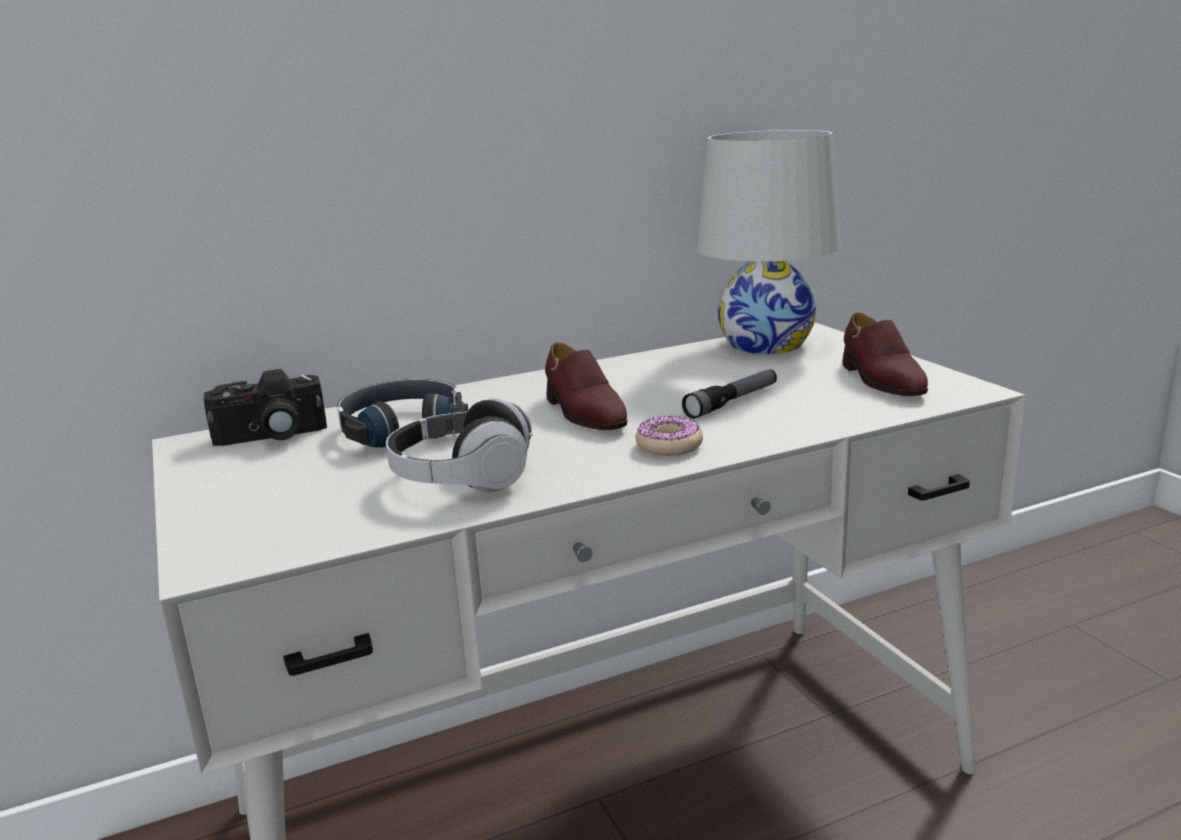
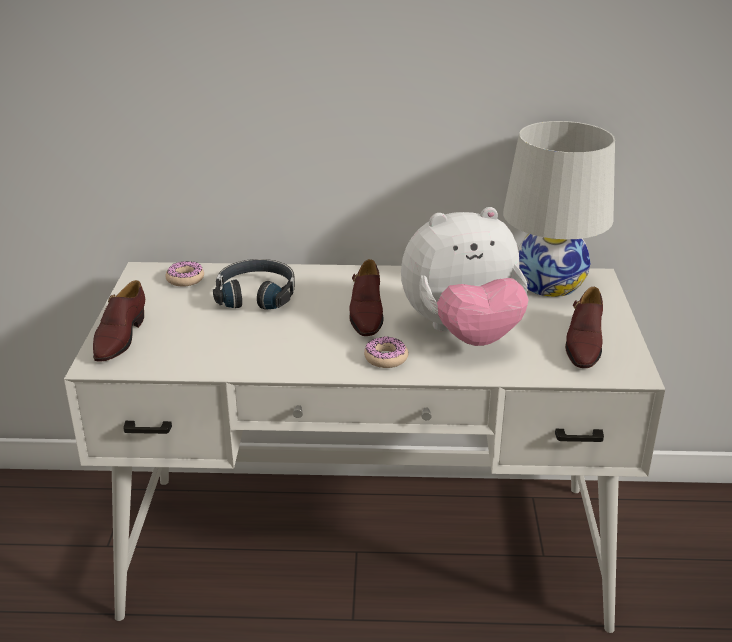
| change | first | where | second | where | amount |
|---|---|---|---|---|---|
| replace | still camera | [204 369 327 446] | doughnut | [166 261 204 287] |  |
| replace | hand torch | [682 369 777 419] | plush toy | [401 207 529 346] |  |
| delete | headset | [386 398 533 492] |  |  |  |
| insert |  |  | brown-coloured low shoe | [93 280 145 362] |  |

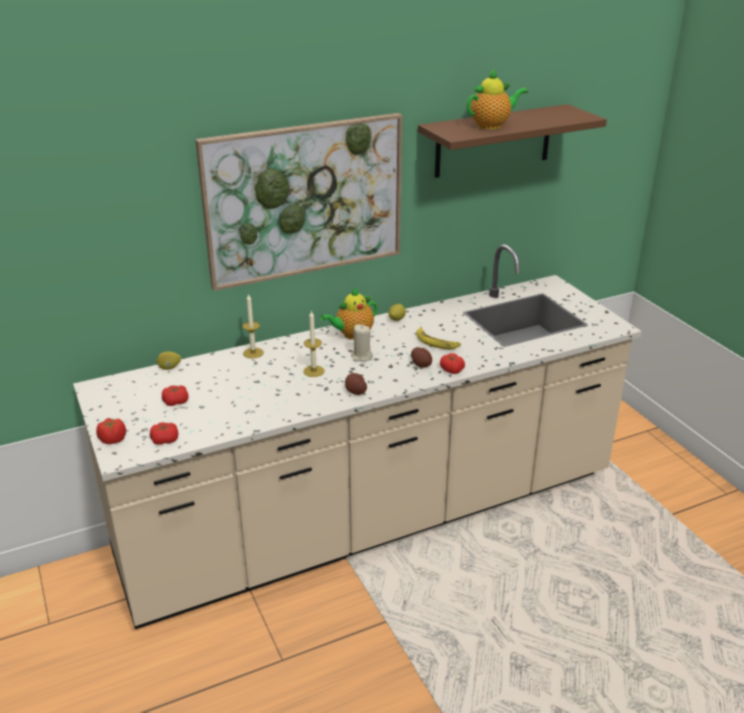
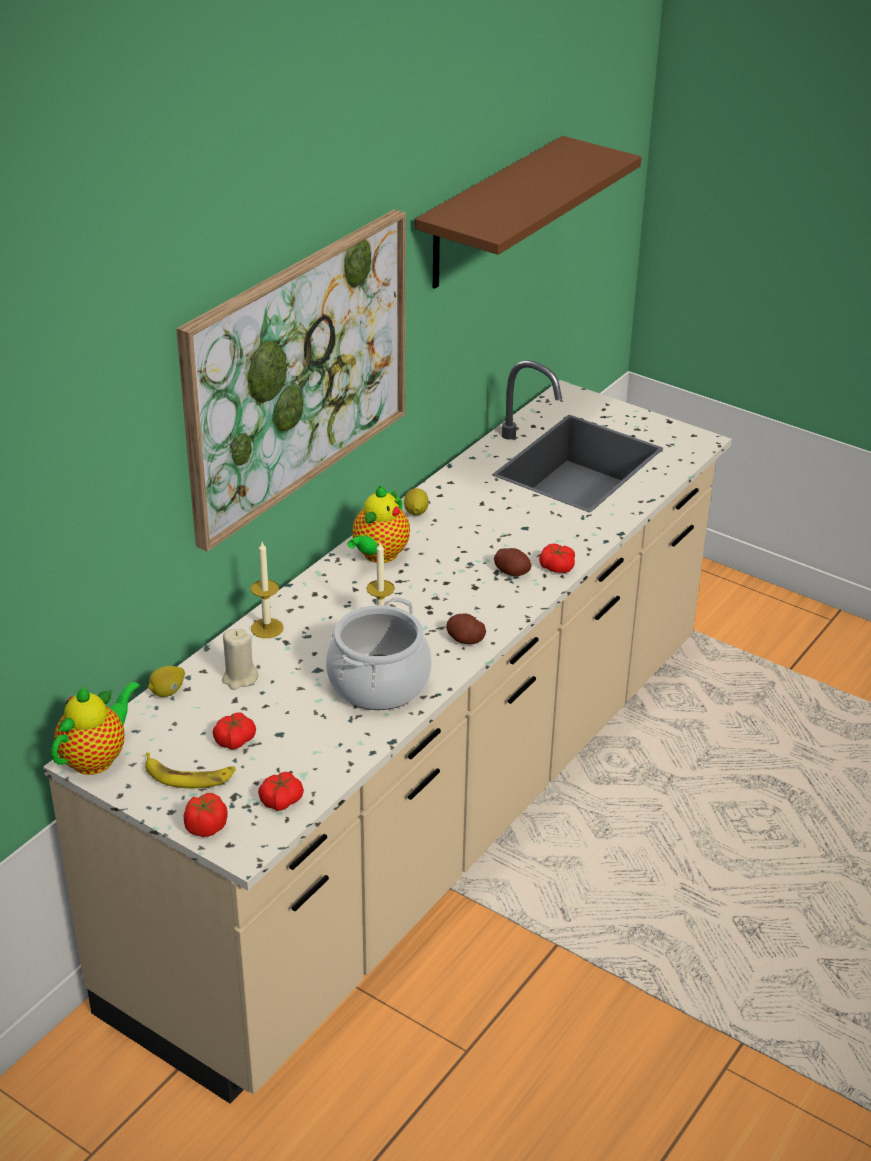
| change | first | where | second | where | amount |
|---|---|---|---|---|---|
| move | tea pot | [467 69 528 130] |  | [51 681 140 775] |  |
| move | beige wax candle | [351 325 373 362] |  | [222 629 258 690] |  |
| move | whole banana | [416 327 461 349] |  | [145 752 236 788] |  |
| insert |  |  | saucepot | [326 597 432 710] |  |

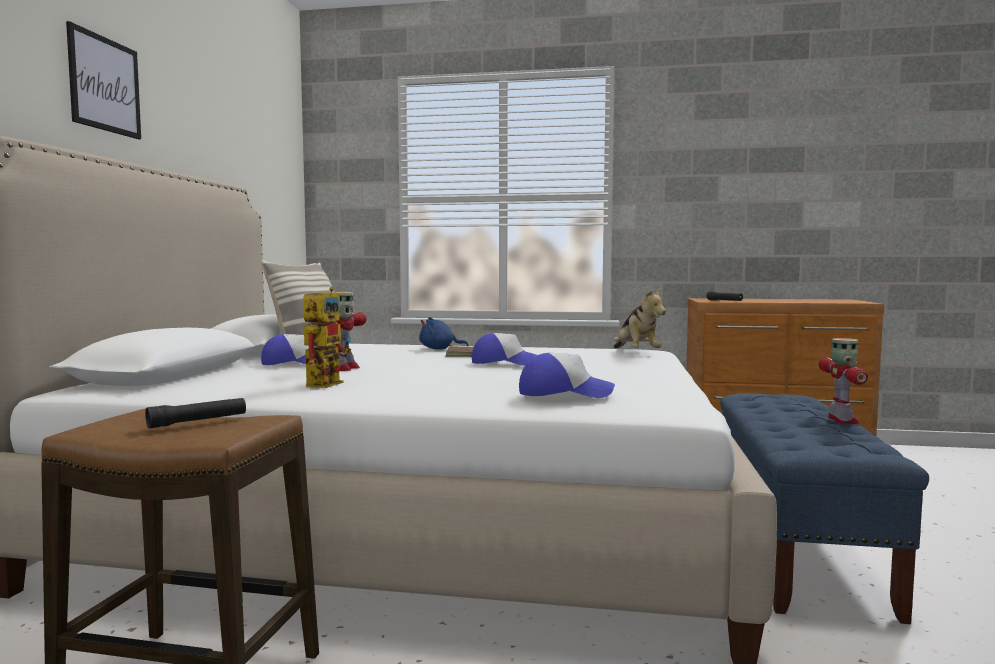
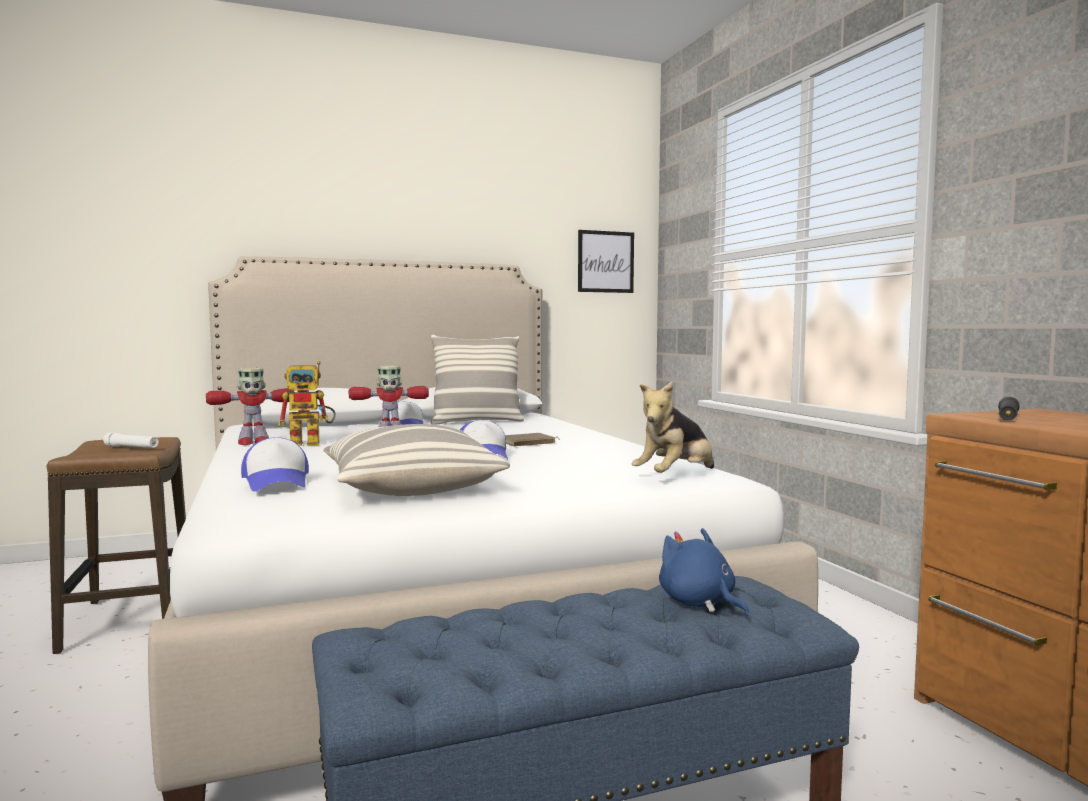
| change | first | where | second | where | amount |
|---|---|---|---|---|---|
| move | wall art | [66 21 141 139] |  | [578 230 634 293] |  |
| move | blue plush toy | [419 317 469 350] |  | [659 528 749 617] |  |
| move | model robot | [819 338 868 424] |  | [206 368 294 445] |  |
| recolor | blackish hand torch | [145 398 246 428] | white hand torch | [103 432 159 448] |  |
| insert |  |  | cushion | [323 424 510 496] |  |

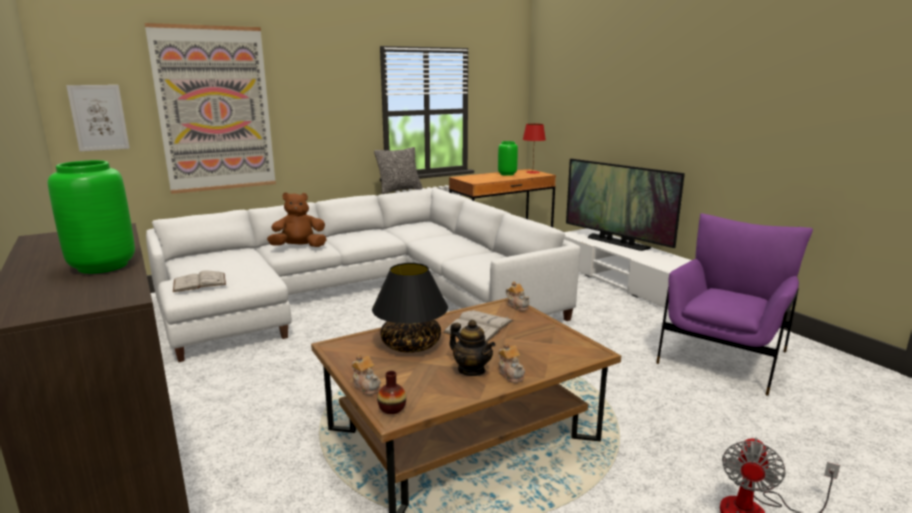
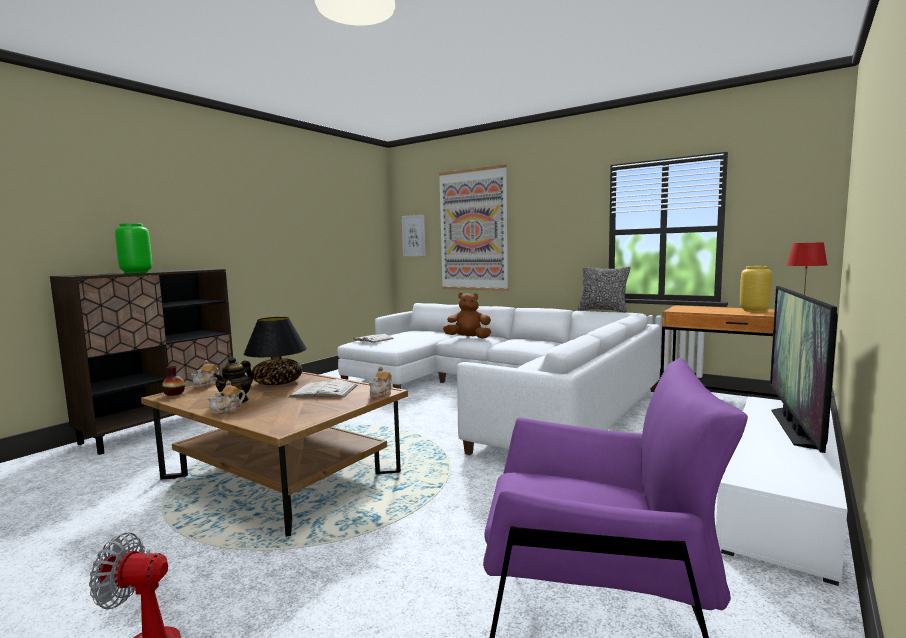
| change | first | where | second | where | amount |
|---|---|---|---|---|---|
| recolor | green decorative vase | [498 141 518 176] | yellow decorative vase | [740 266 772 312] |  |
| rotate | brown-coloured plush toy | [267 192 327 247] |  | [443 292 491 339] | 45 degrees counterclockwise |

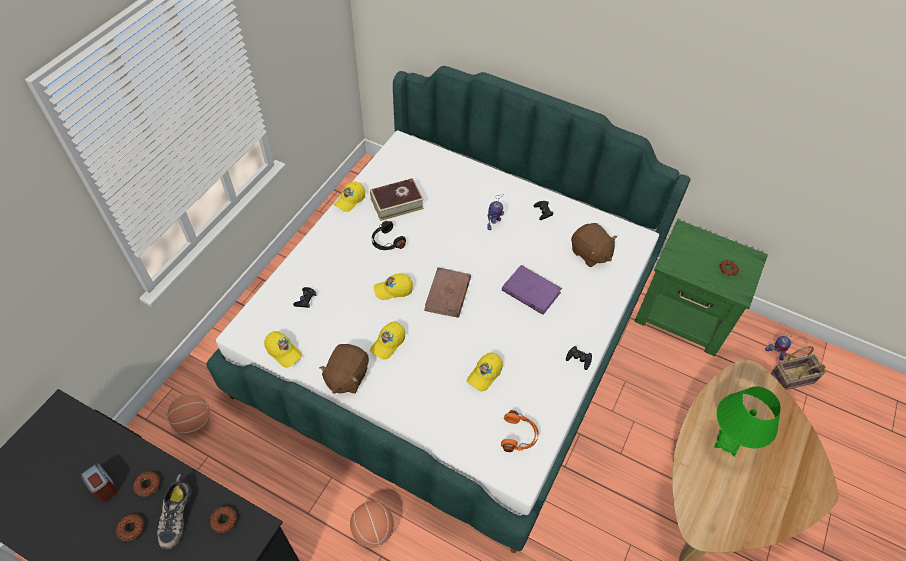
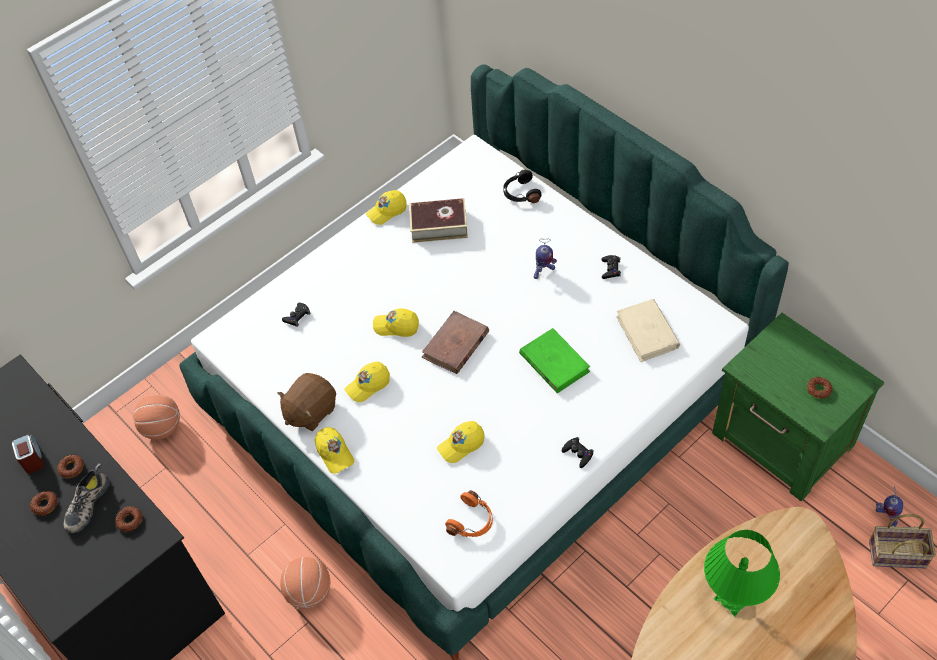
| change | first | where | second | where | amount |
|---|---|---|---|---|---|
| move | blackish headset | [372 221 406 250] |  | [503 169 541 203] |  |
| replace | brown-coloured plush toy | [571 223 617 267] | beige bound book | [616 299 680 362] |  |
| recolor | purple bound book | [502 265 562 315] | green bound book | [519 328 590 393] |  |
| move | yellow peaked cap | [264 331 302 368] |  | [315 427 354 474] |  |

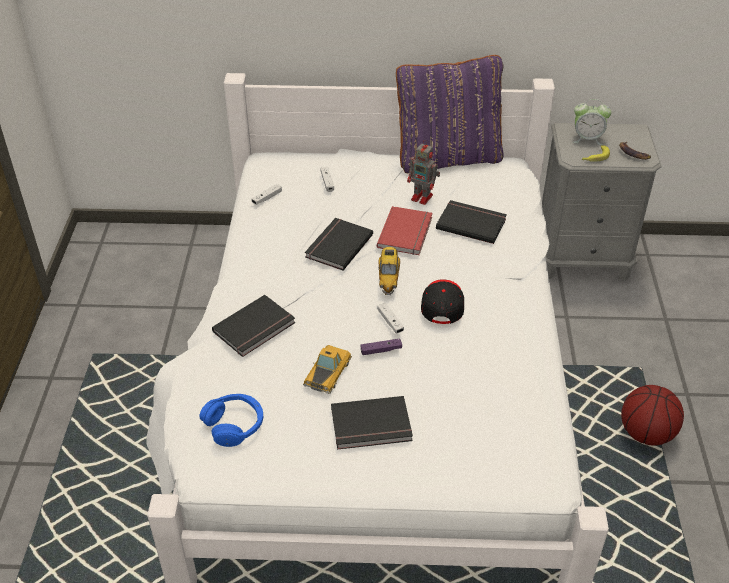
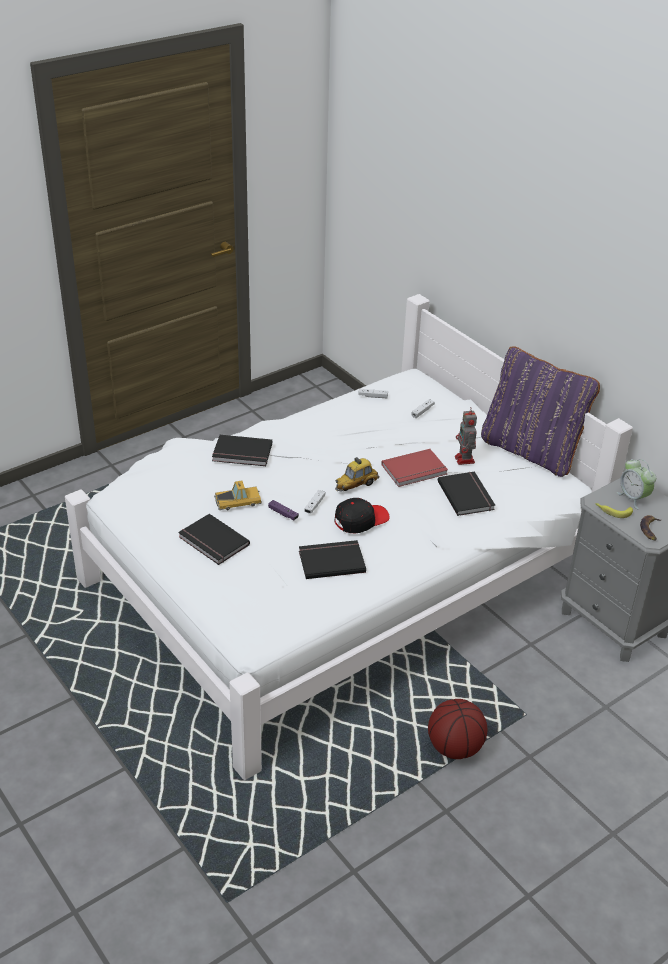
| change | first | where | second | where | amount |
|---|---|---|---|---|---|
| move | blackish bound book | [305 218 373 271] |  | [299 540 366 579] |  |
| delete | blue headset | [199 394 263 447] |  |  |  |

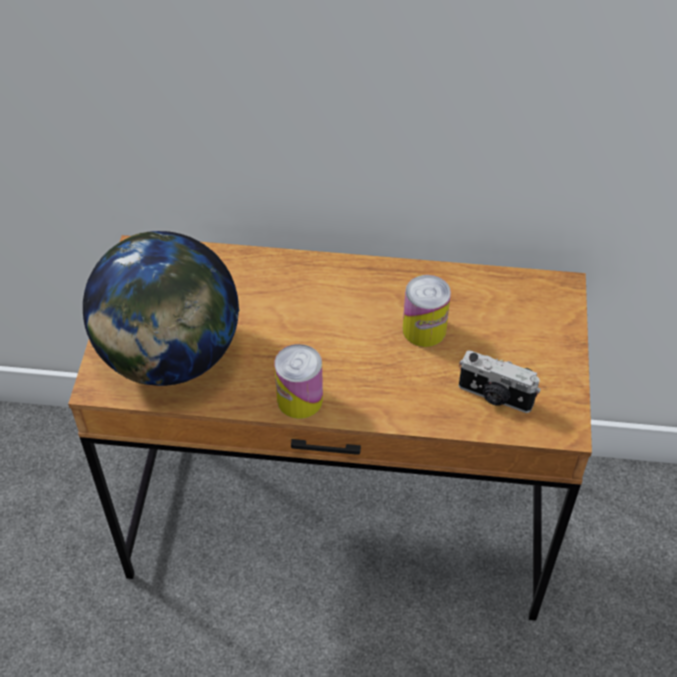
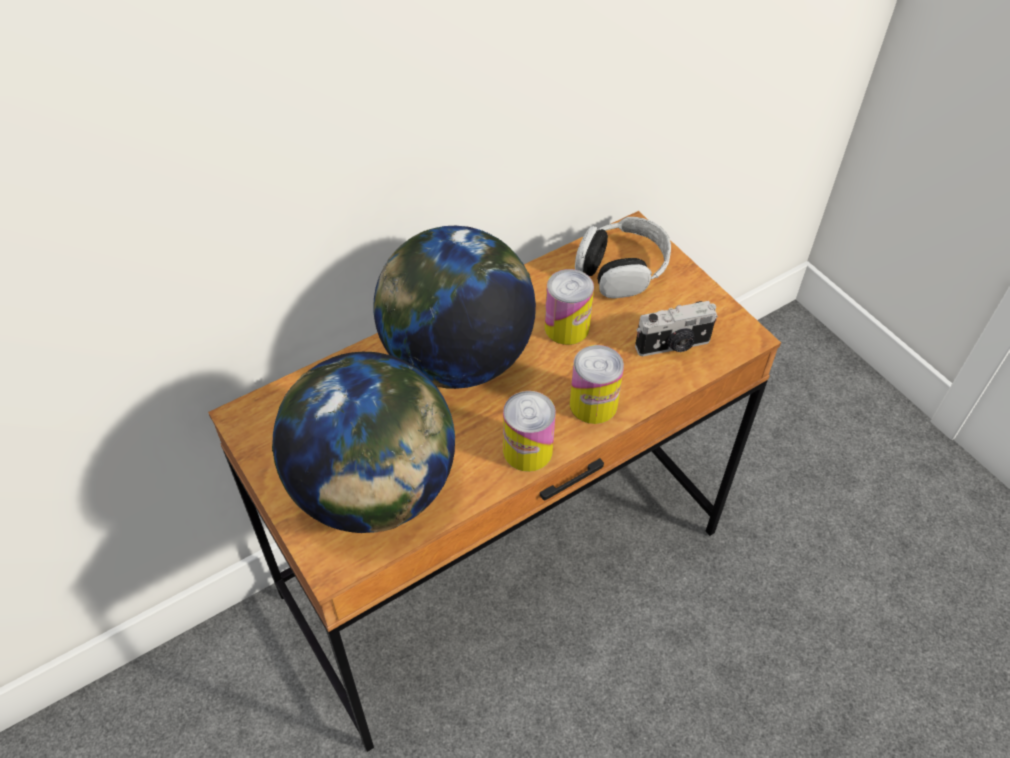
| change | first | where | second | where | amount |
|---|---|---|---|---|---|
| insert |  |  | headset | [575 217 671 299] |  |
| insert |  |  | world globe | [373 226 536 389] |  |
| insert |  |  | can | [570 345 624 424] |  |

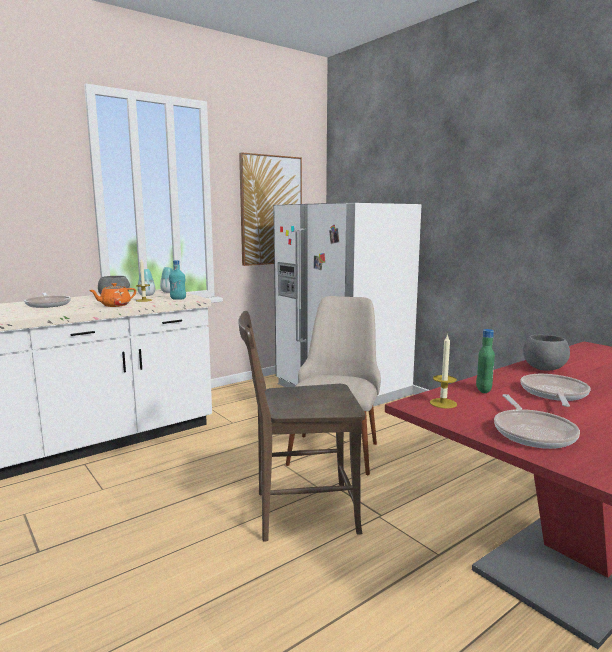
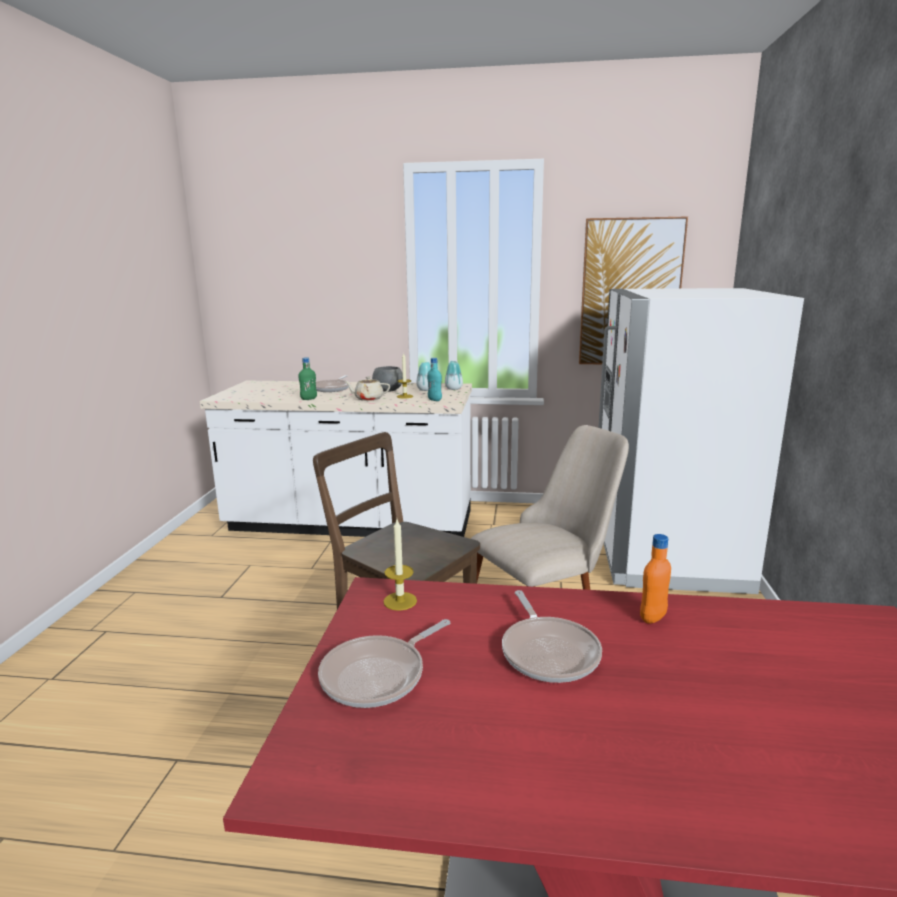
| change | first | where | second | where | amount |
|---|---|---|---|---|---|
| recolor | orange-coloured tea pot | [89 283 136 307] | beige tea pot | [344 376 390 401] |  |
| move | green beverage bottle | [476 329 495 393] |  | [298 357 317 400] |  |
| replace | gray bowl | [523 335 570 371] | orange-coloured beverage bottle | [640 534 671 624] |  |
| rotate | pan | [521 374 591 407] |  | [502 590 602 683] | 105 degrees clockwise |

